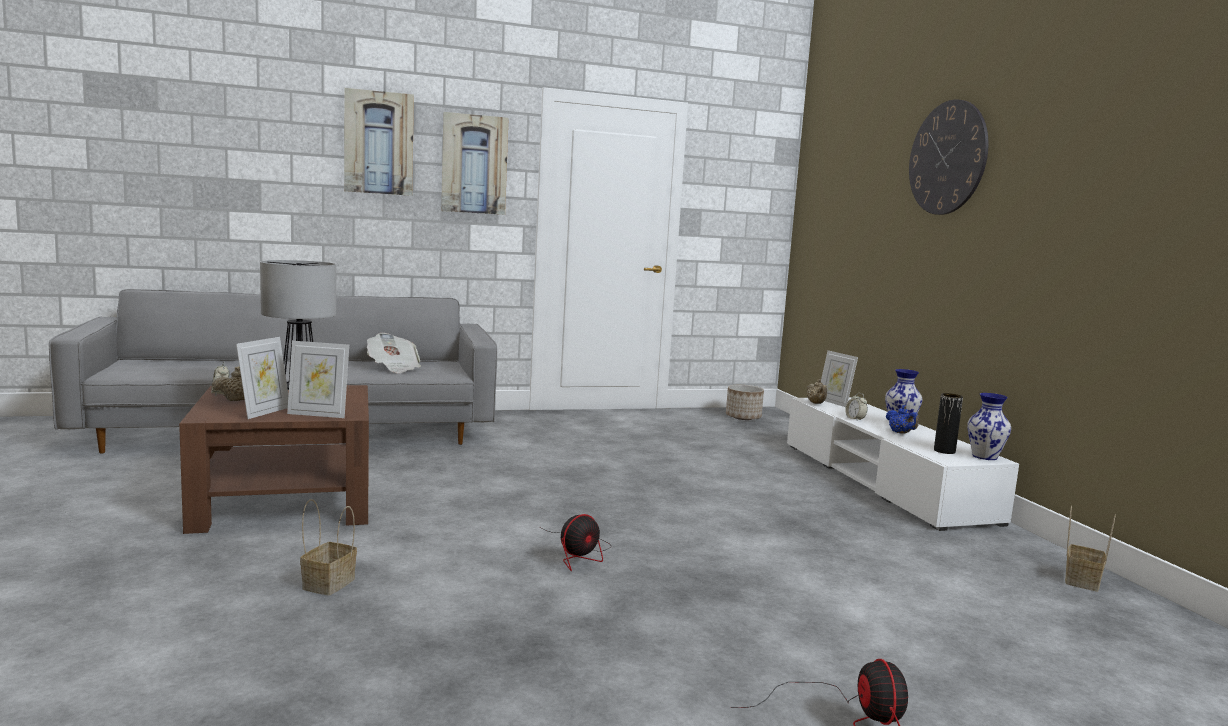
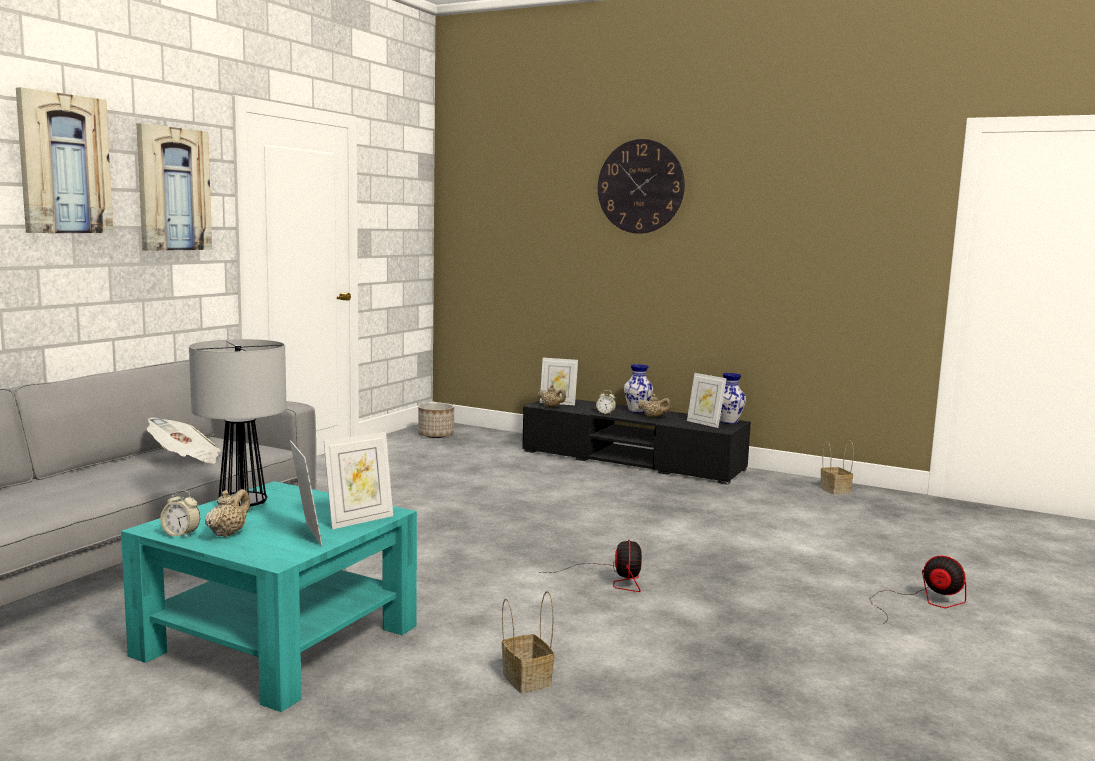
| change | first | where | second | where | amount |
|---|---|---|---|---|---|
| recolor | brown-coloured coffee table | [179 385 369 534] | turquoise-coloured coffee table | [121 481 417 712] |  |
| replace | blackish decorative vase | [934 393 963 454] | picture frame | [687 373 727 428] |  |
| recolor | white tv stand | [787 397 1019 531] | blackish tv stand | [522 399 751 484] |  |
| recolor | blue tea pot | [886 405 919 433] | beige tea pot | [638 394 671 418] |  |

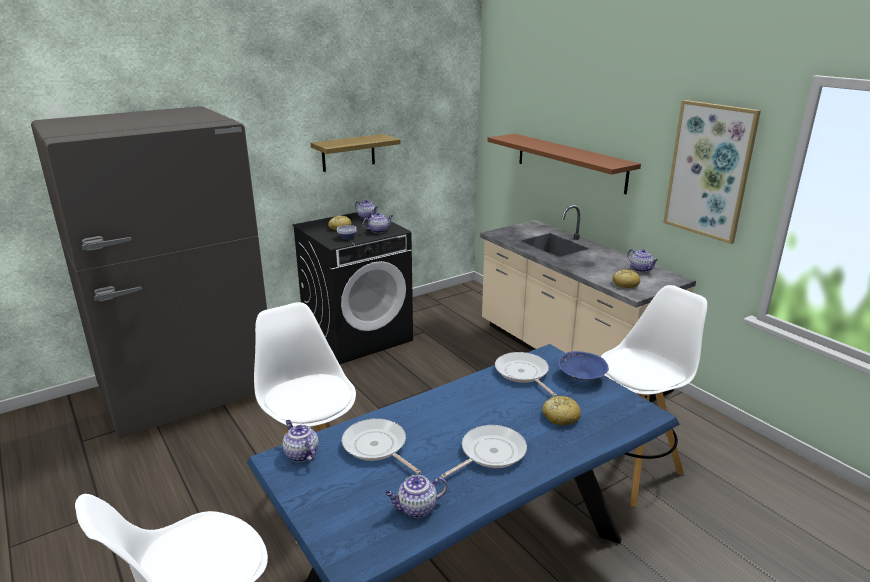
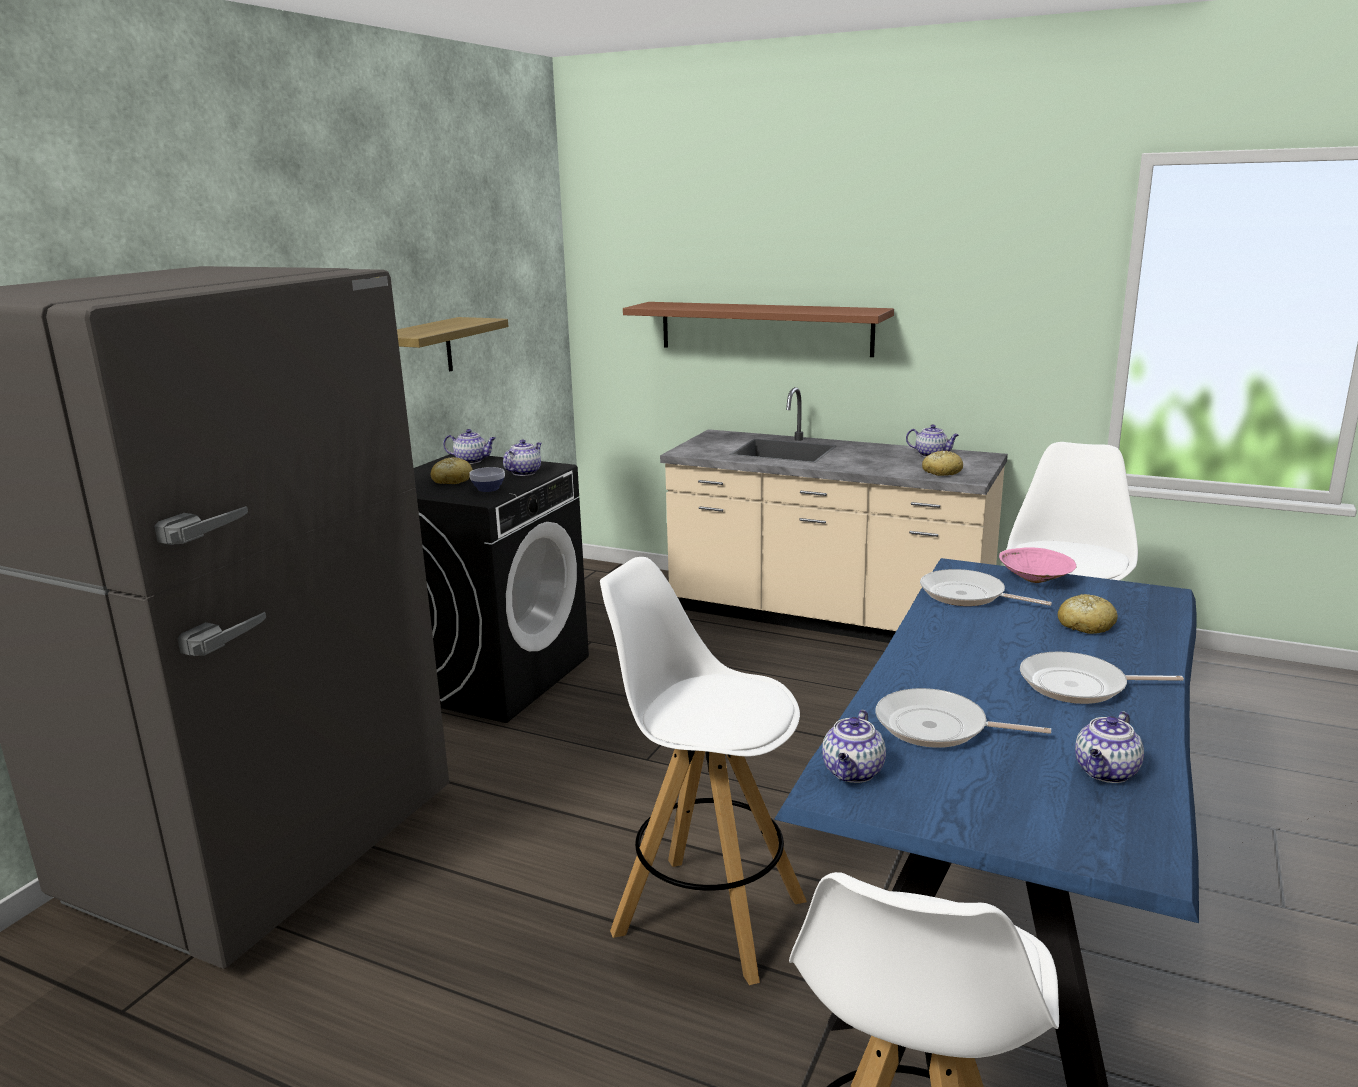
| change | first | where | second | where | amount |
|---|---|---|---|---|---|
| delete | wall art | [663 100 761 244] |  |  |  |
| recolor | blue bowl | [558 351 609 380] | pink bowl | [999 547 1077 583] |  |
| rotate | tea pot | [283 420 319 462] |  | [822 710 886 783] | 90 degrees counterclockwise |
| rotate | pan | [441 425 527 478] |  | [1020 652 1184 704] | 105 degrees counterclockwise |

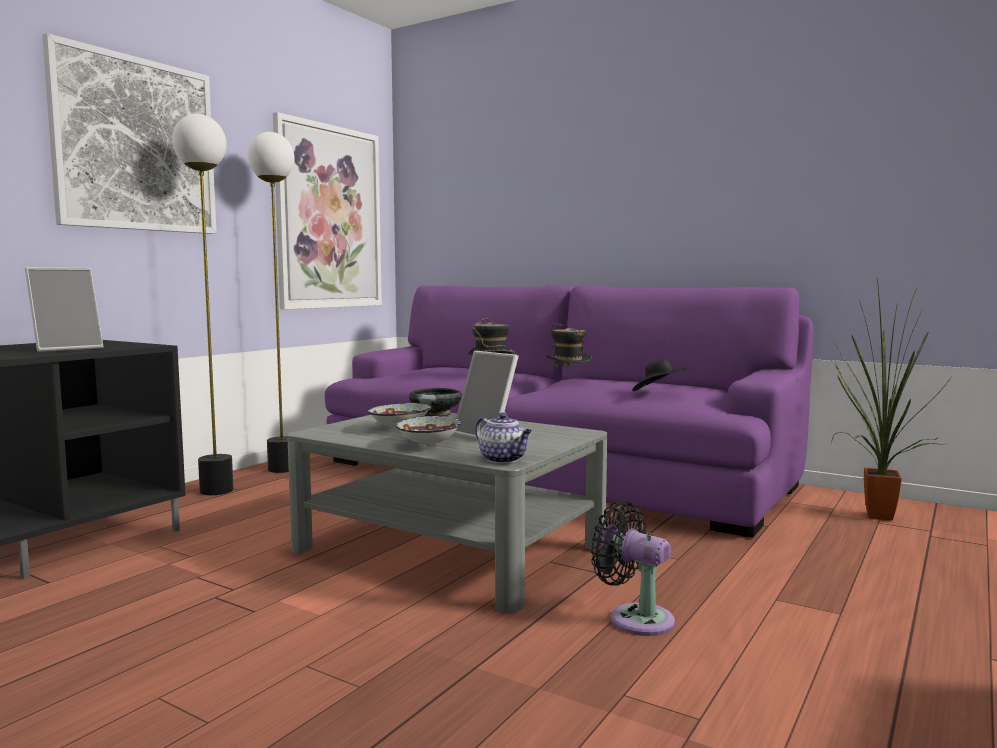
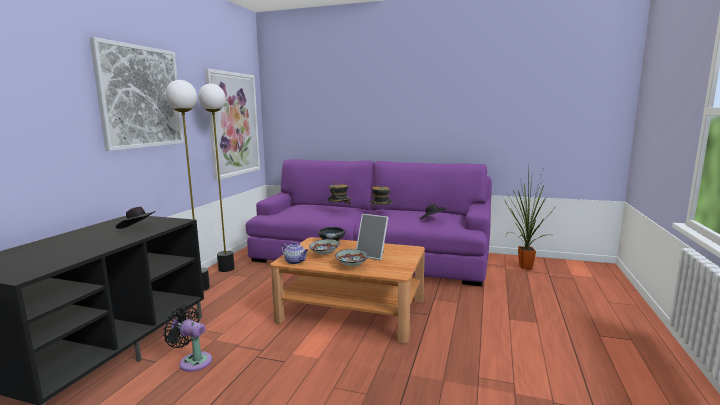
| change | first | where | second | where | amount |
|---|---|---|---|---|---|
| replace | picture frame | [25 267 103 352] | blackish clothing hat | [116 207 156 229] |  |
| recolor | gray coffee table | [287 413 608 613] | brown-coloured coffee table | [270 237 425 343] |  |
| move | tea pot | [475 413 532 463] |  | [281 242 308 264] |  |
| move | blackish electric fan | [591 501 675 636] |  | [163 305 212 372] |  |

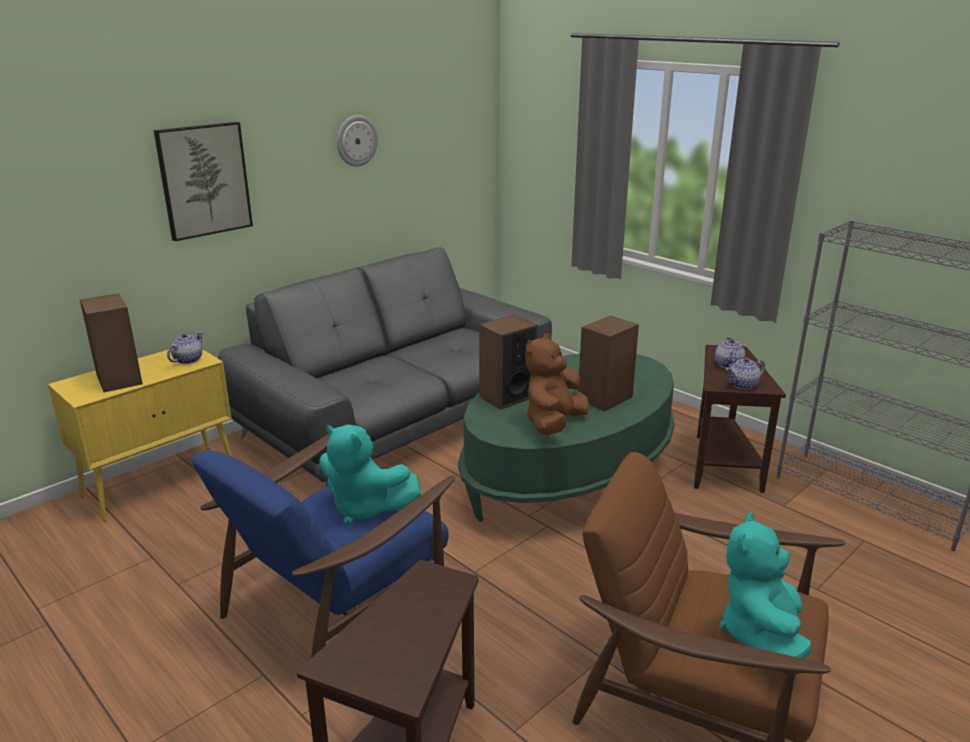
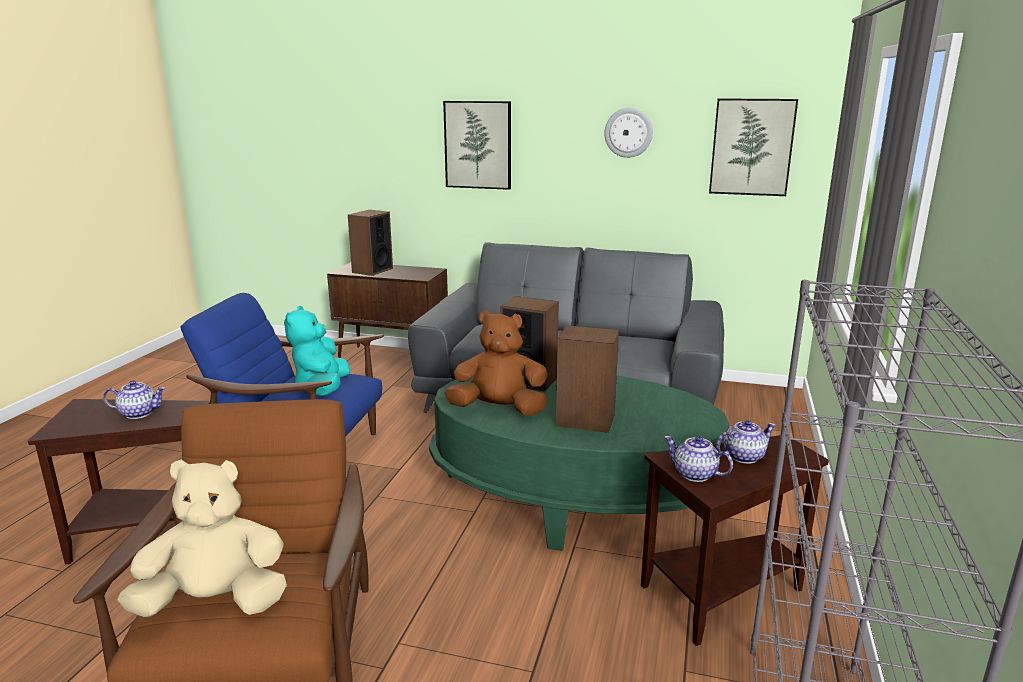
| change | first | where | second | where | amount |
|---|---|---|---|---|---|
| move | tea pot | [167 332 203 364] |  | [103 380 166 419] |  |
| recolor | yellow cupboard | [48 349 232 522] | brown-coloured cupboard | [327 262 448 358] |  |
| recolor | turquoise-coloured plush toy | [720 512 811 659] | beige plush toy | [118 460 287 618] |  |
| insert |  |  | wall art | [709 98 798 196] |  |

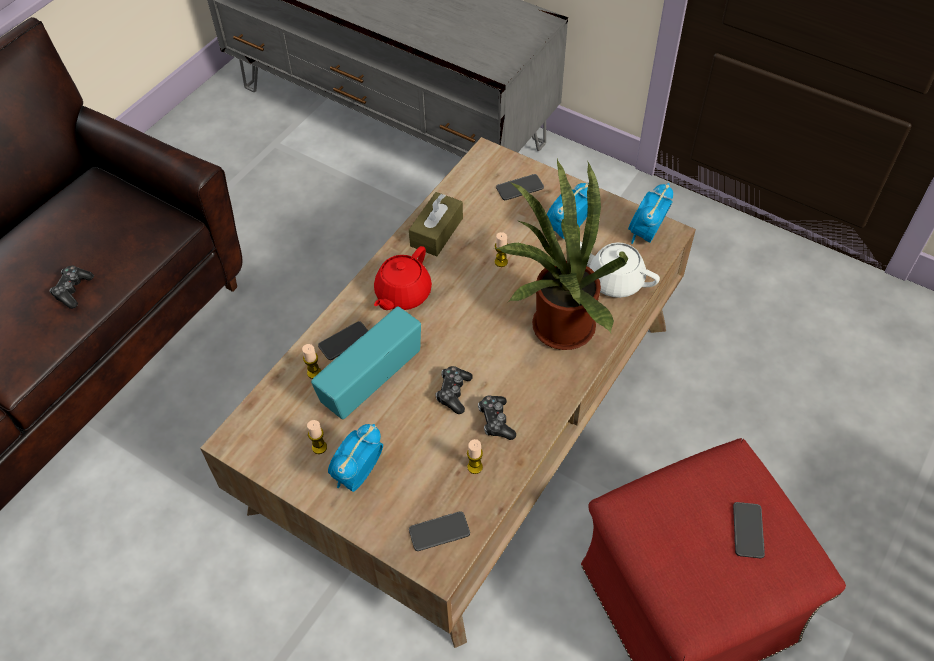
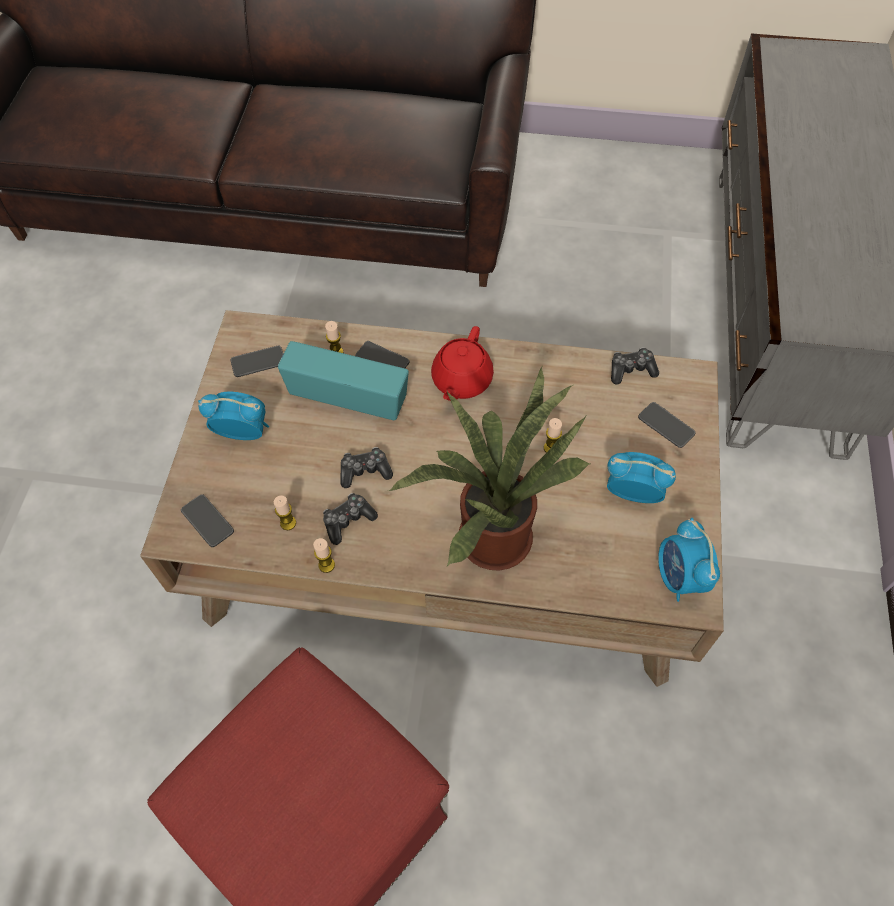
| change | first | where | second | where | amount |
|---|---|---|---|---|---|
| rotate | table clock | [628 183 673 244] |  | [658 518 720 602] | 105 degrees counterclockwise |
| delete | brown-coloured tissue holder | [409 192 463 256] |  |  |  |
| delete | white tea pot | [580 242 660 298] |  |  |  |
| rotate | red tea pot | [374 246 432 310] |  | [431 326 494 401] | 75 degrees counterclockwise |
| move | joypad | [49 266 94 309] |  | [611 347 659 384] |  |
| move | wax candle | [307 420 327 454] |  | [313 538 335 573] |  |
| move | handset | [733 502 765 558] |  | [231 346 283 377] |  |

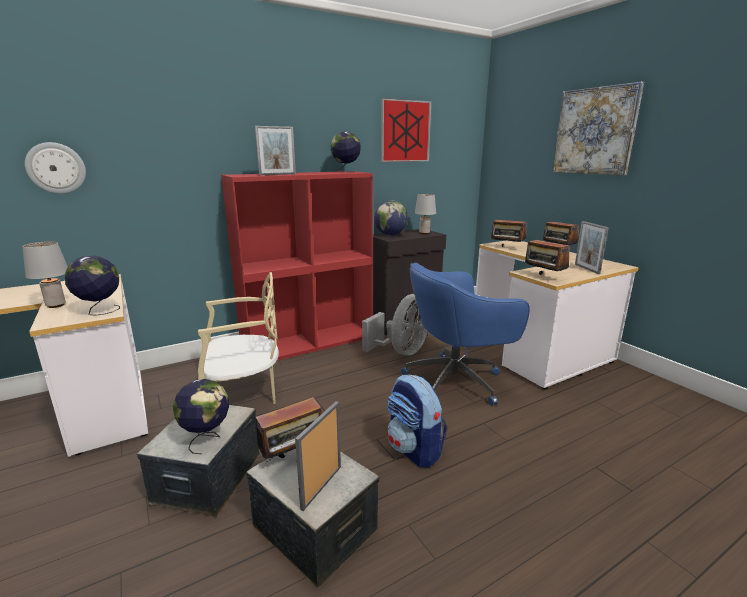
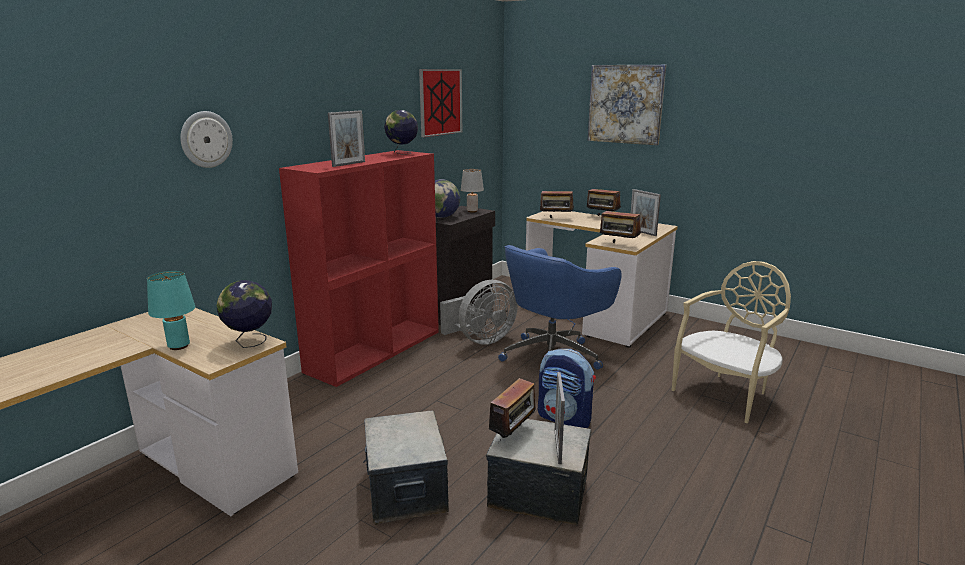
| change | first | where | second | where | amount |
|---|---|---|---|---|---|
| move | hanging clock | [25 142 86 194] |  | [180 111 233 168] |  |
| recolor | gray table lamp | [22 241 68 308] | turquoise-coloured table lamp | [147 271 195 350] |  |
| move | beige chair | [198 272 279 404] |  | [672 261 791 423] |  |
| rotate | gray electric fan | [362 294 428 355] |  | [440 280 518 345] | 45 degrees clockwise |
| delete | world globe | [173 379 229 454] |  |  |  |

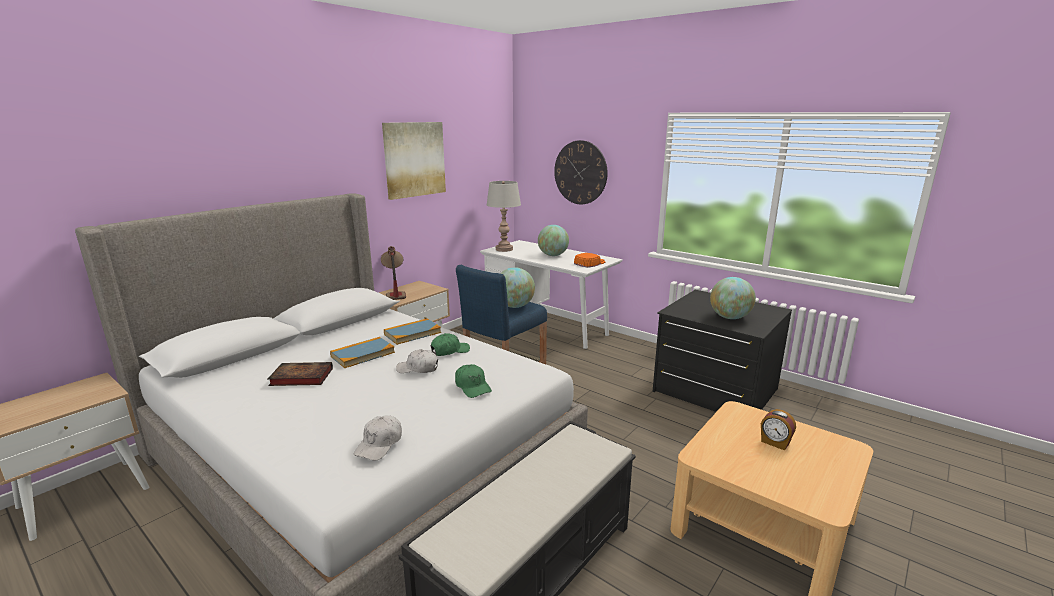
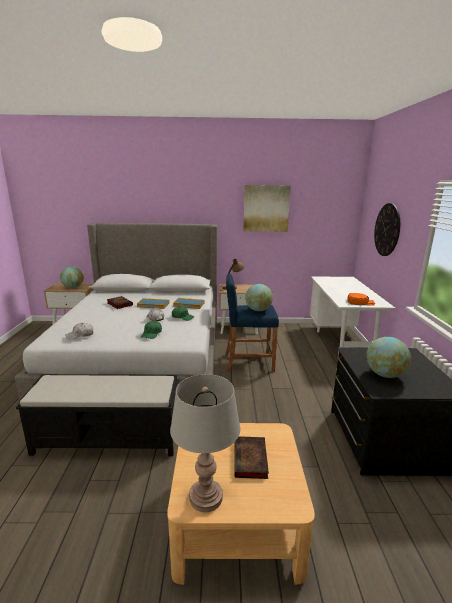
| change | first | where | second | where | amount |
|---|---|---|---|---|---|
| move | gray table lamp | [486 181 521 252] |  | [170 374 240 512] |  |
| move | world globe | [538 225 569 256] |  | [60 266 84 288] |  |
| replace | table clock | [761 409 796 451] | bound book | [234 436 269 479] |  |

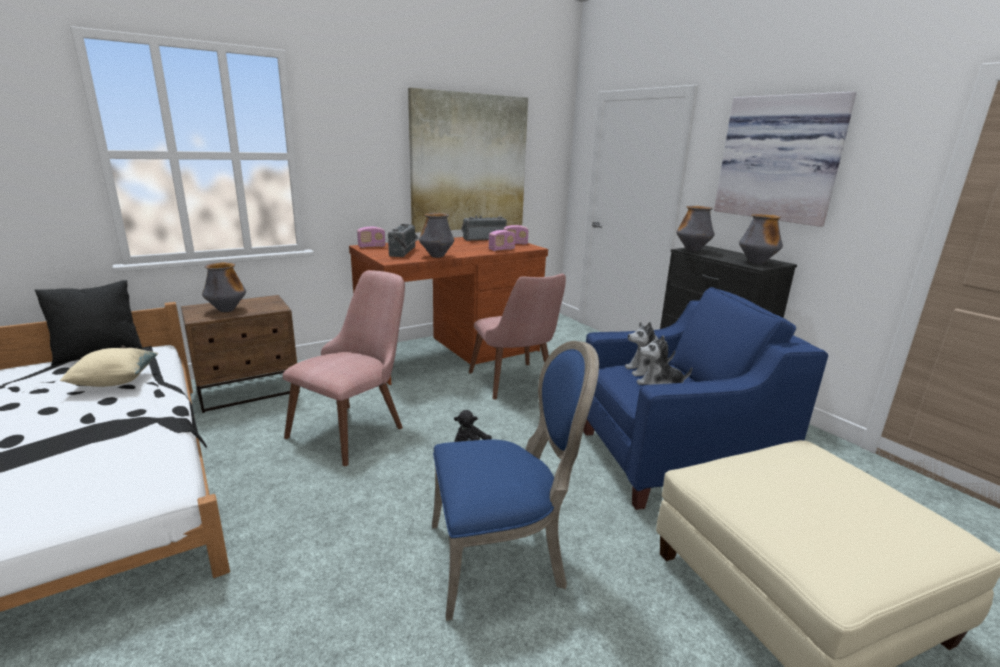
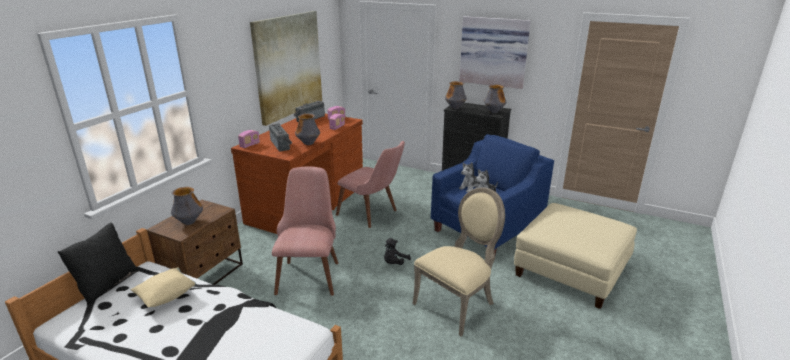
| change | first | where | second | where | amount |
|---|---|---|---|---|---|
| recolor | blue chair | [432 341 599 621] | beige chair | [412 187 505 336] |  |

